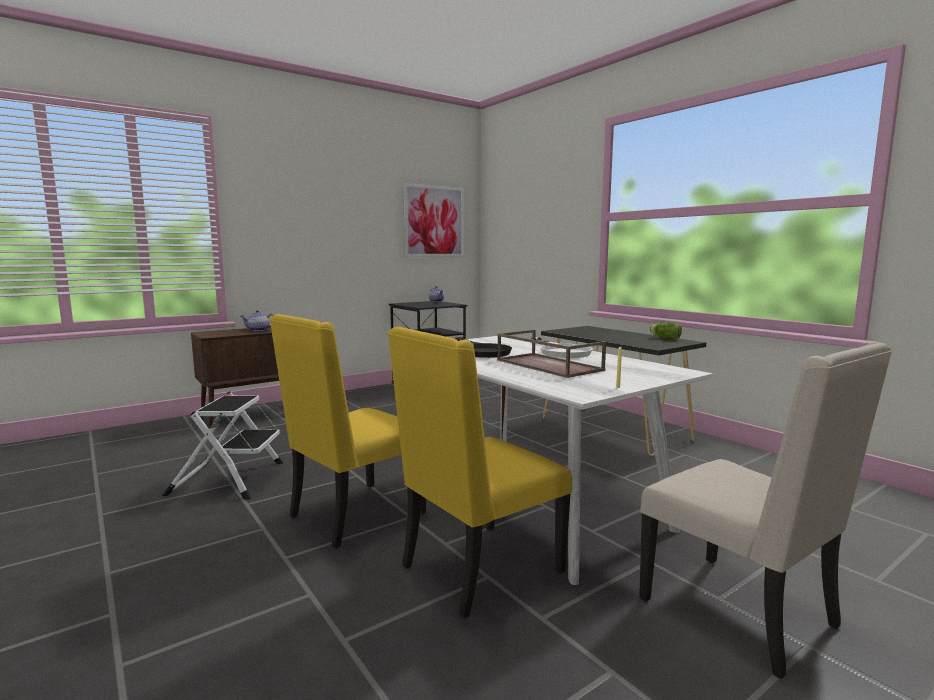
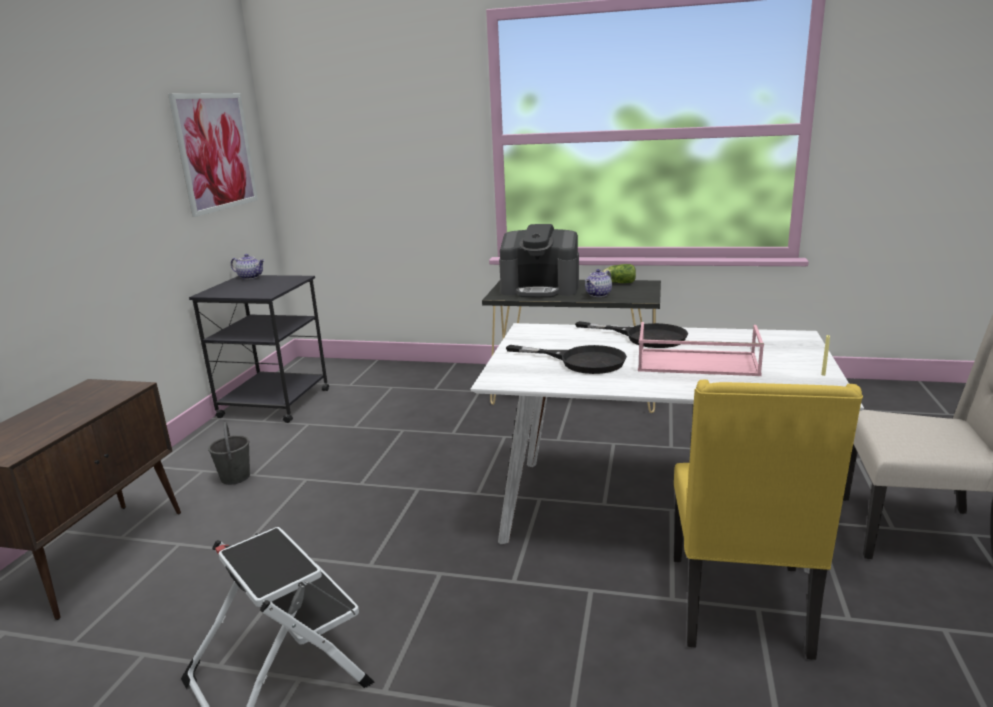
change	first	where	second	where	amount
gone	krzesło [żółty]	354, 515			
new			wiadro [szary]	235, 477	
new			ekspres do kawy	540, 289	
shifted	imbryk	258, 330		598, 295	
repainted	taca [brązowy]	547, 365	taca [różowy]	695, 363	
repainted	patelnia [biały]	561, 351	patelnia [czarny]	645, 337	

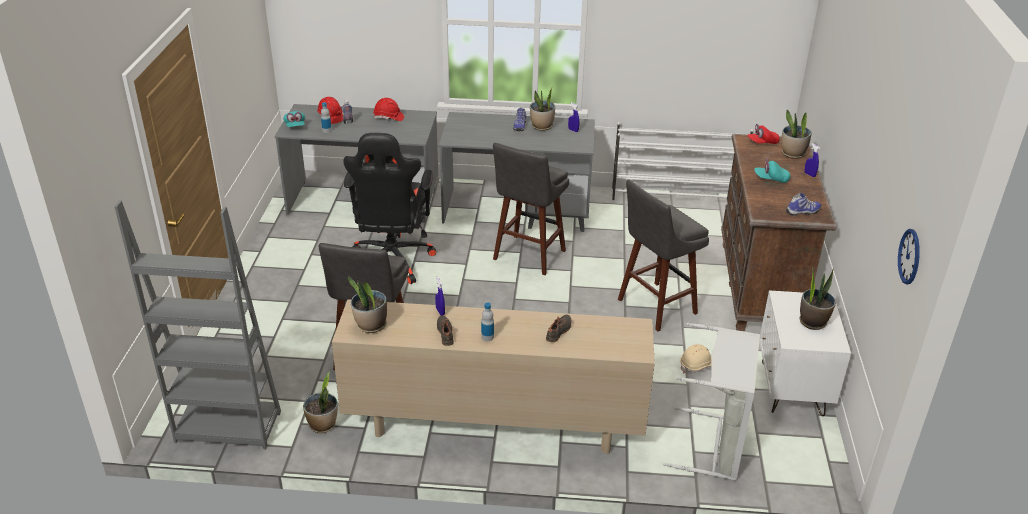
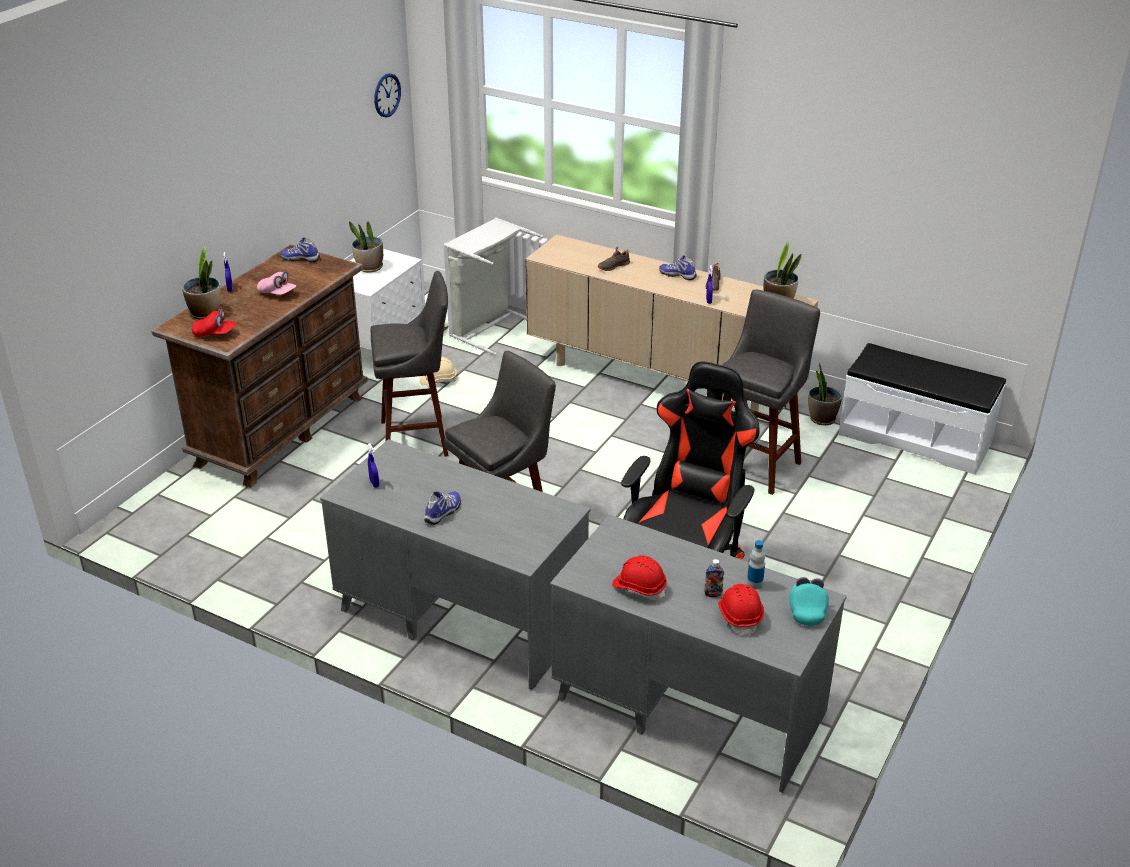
change	first	where	second	where	amount
gone	roślina doniczkowa	542, 126			
gone	regał na buty [biały]	677, 199			
swapped	regał [szary]	228, 427	ławka [biały]	915, 438	
swapped	butelka	487, 337	but	678, 275	
repainted	czapka z daszkiem [turkusowy]	771, 179	czapka z daszkiem [różowy]	277, 293	

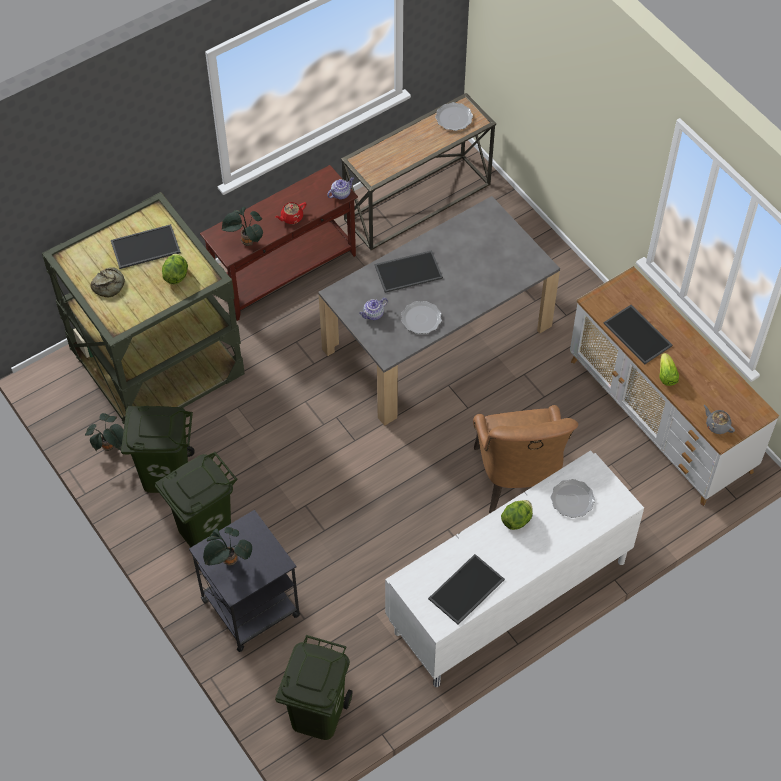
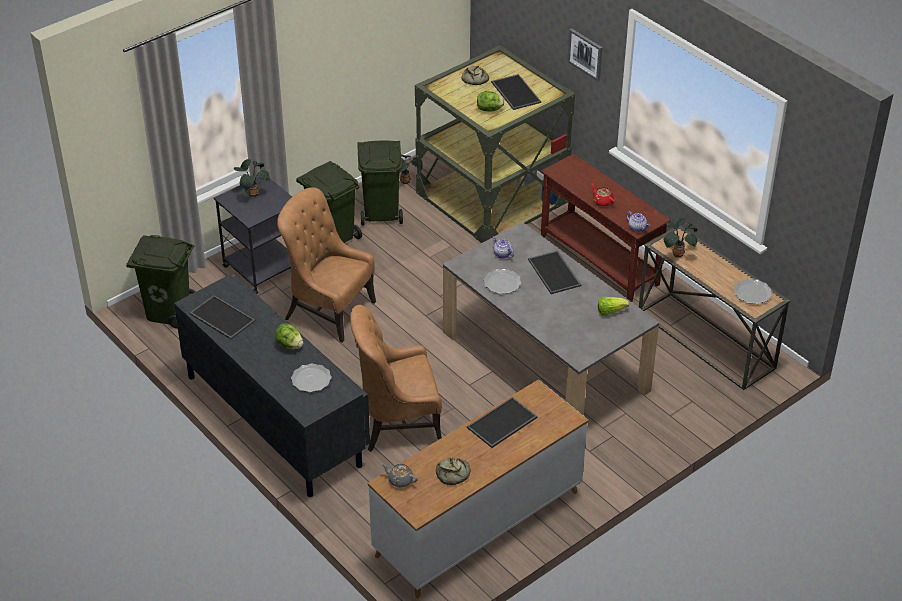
change	first	where	second	where	amount
new			krzesło [brązowy]	328, 310	
new			chleb	453, 474	
new			obraz	585, 54	
shifted	roślina doniczkowa	246, 242		677, 253	
shifted	sałata	666, 375		610, 311	
repainted	szafka [biały]	508, 594	szafka [czarny]	275, 418	
rotated	imbryk [szary]	717, 425		400, 480	105 degrees counterclockwise

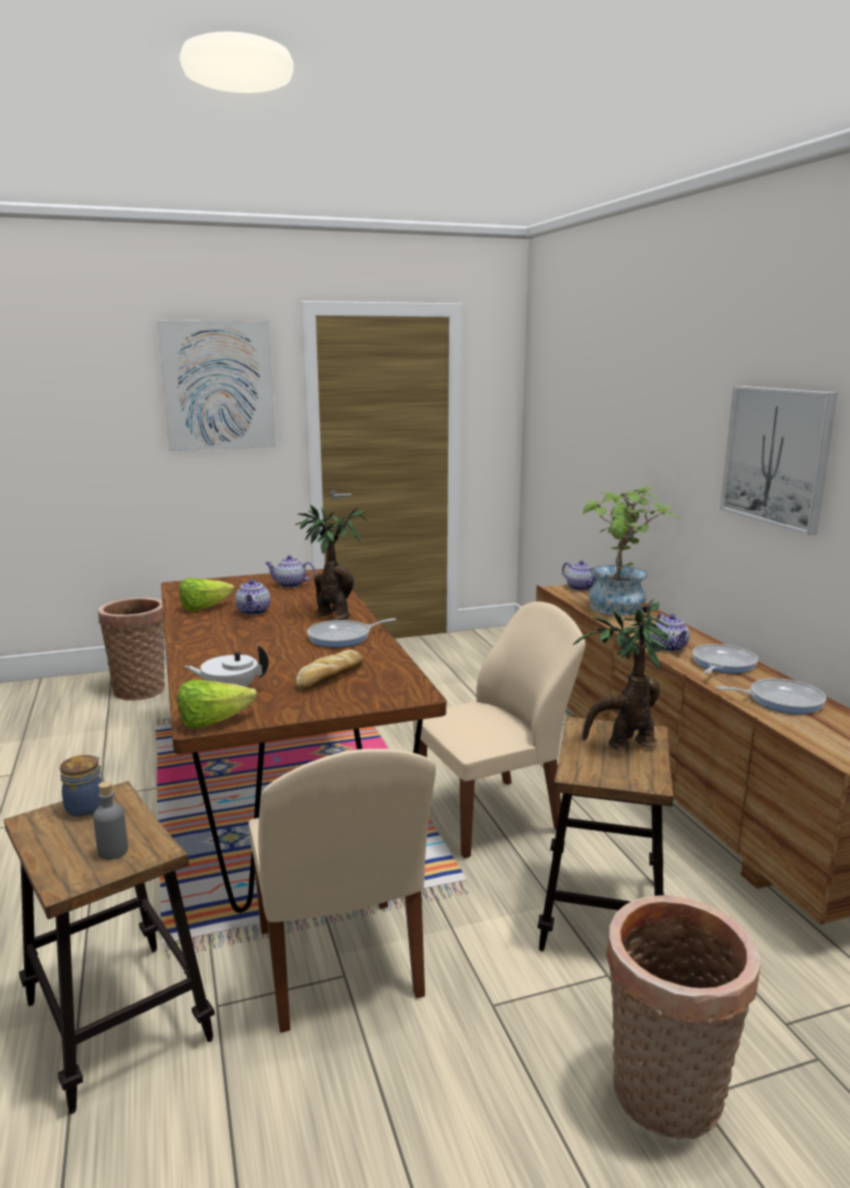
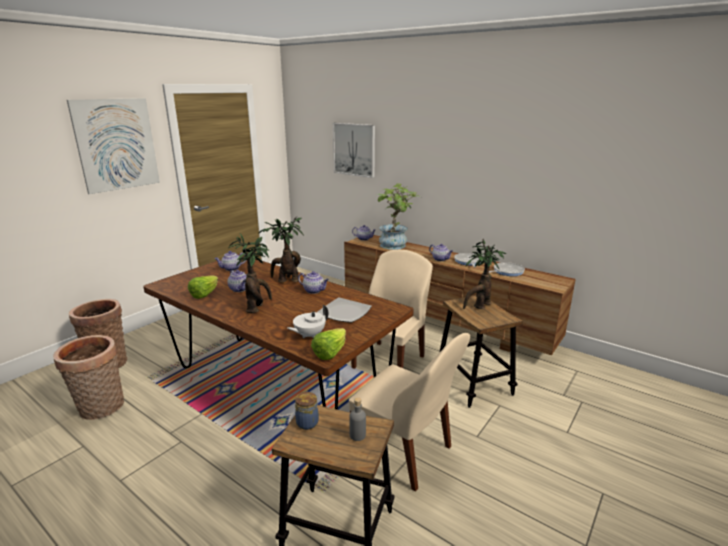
change	first	where	second	where	amount
new			roślina doniczkowa	257, 307	
shifted	koszyk	665, 1099		101, 409	
shifted	obraz	777, 456		354, 149	
swapped	chleb	329, 677	talerz	344, 312	
swapped	patelnia	343, 637	imbryk	314, 291	

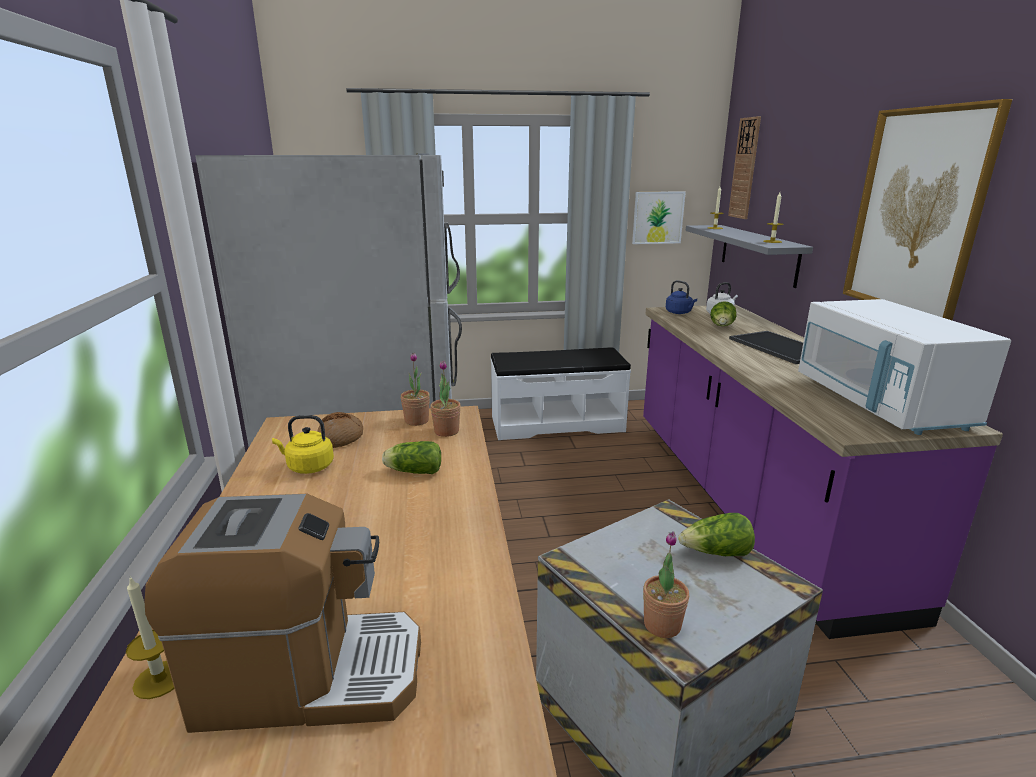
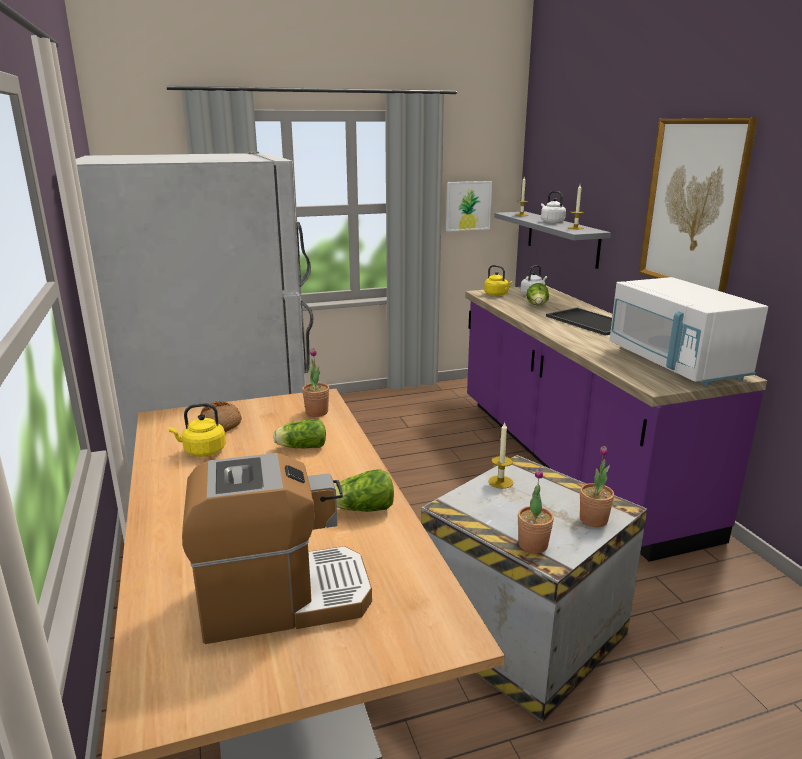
change	first	where	second	where	amount
gone	ławka [biały]	556, 423			
gone	zegar ścienny	745, 168			
new			czajnik [biały]	551, 221	
shifted	świeca	159, 679		500, 482	
shifted	roślina doniczkowa	416, 421		593, 520	
shifted	sałata	716, 553		362, 510	
repainted	czajnik [niebieski]	679, 313	czajnik [żółty]	497, 294	

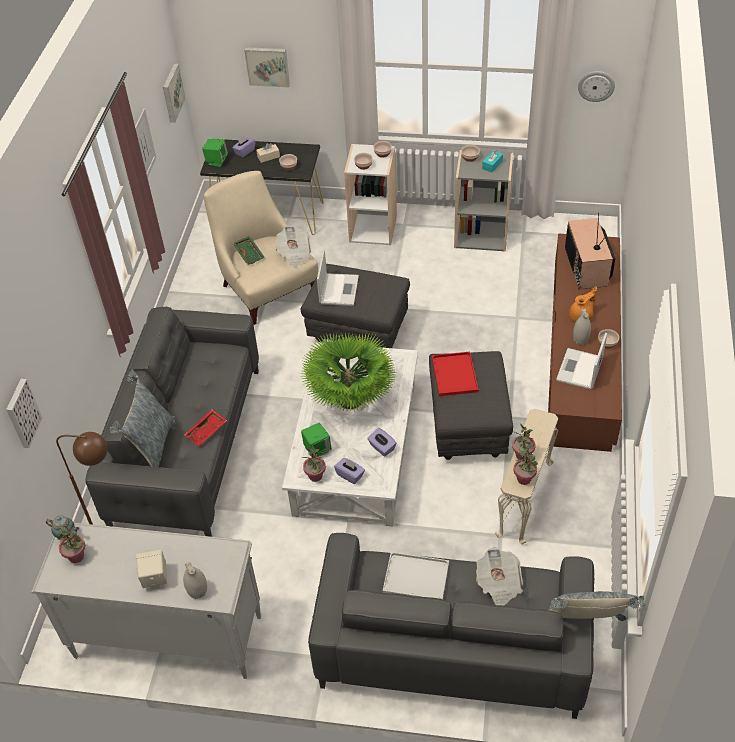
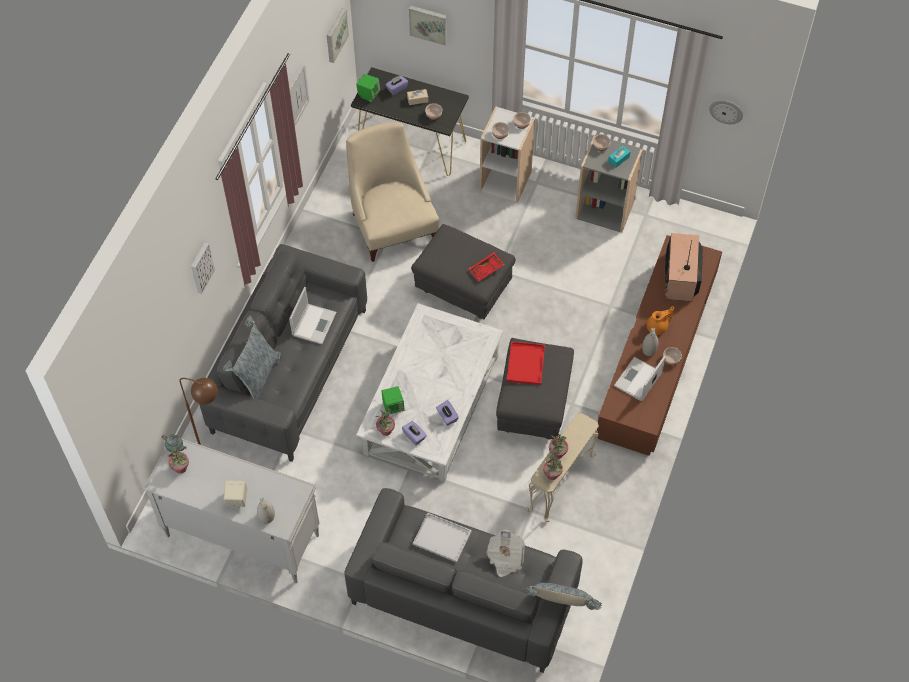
change	first	where	second	where	amount
gone	taca [zielony]	249, 253			
gone	gazeta	294, 254			
gone	roślina doniczkowa	350, 400			
shifted	obraz	21, 413		201, 267	
shifted	taca [czerwony]	207, 431		486, 270	
shifted	laptop	339, 289		314, 323	

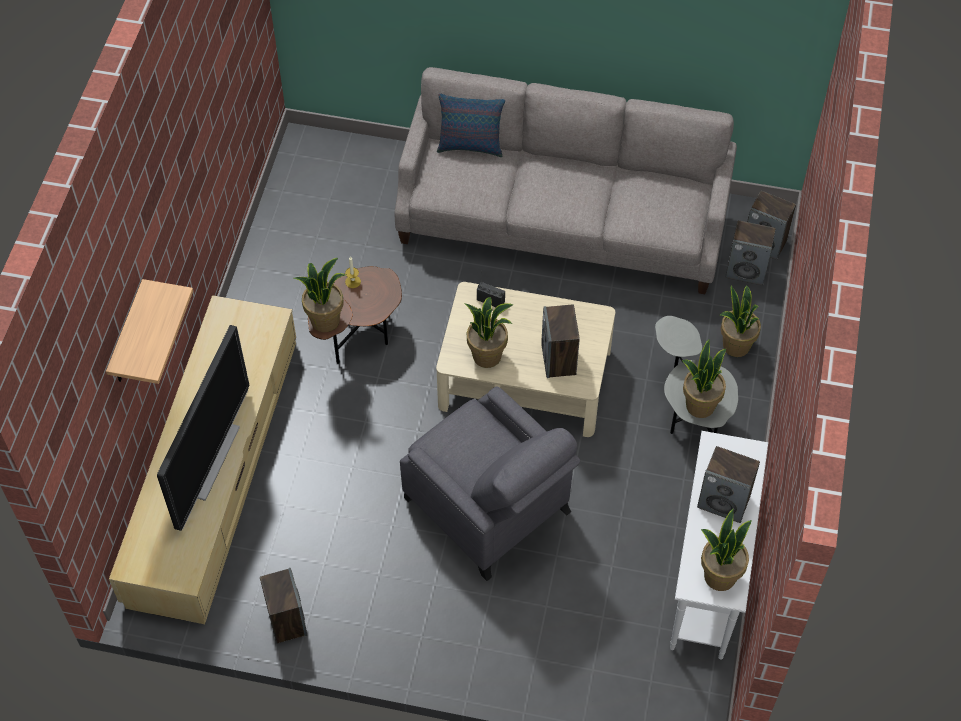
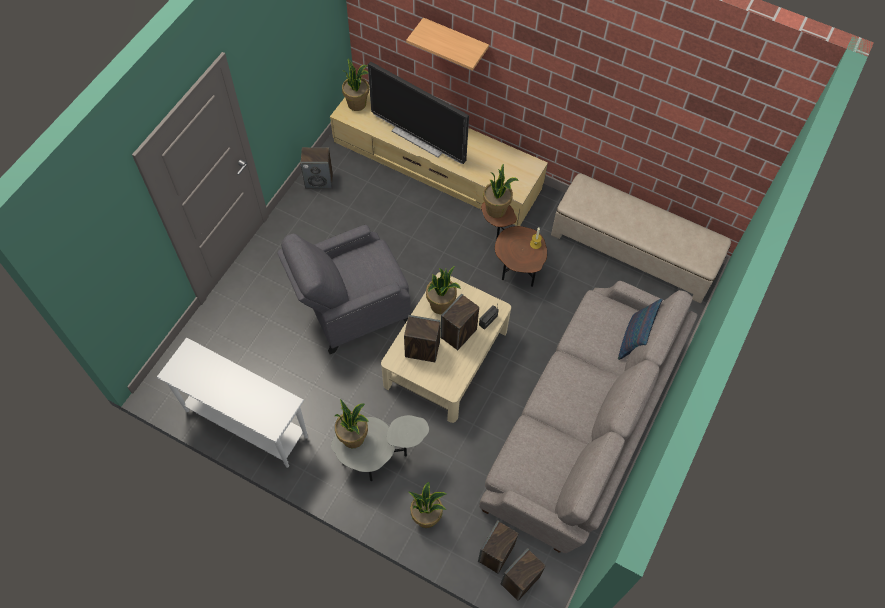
change	first	where	second	where	amount
new			ławka [beżowy]	635, 249	
shifted	głośnik	724, 502		458, 334	
shifted	roślina doniczkowa	719, 576		357, 103	

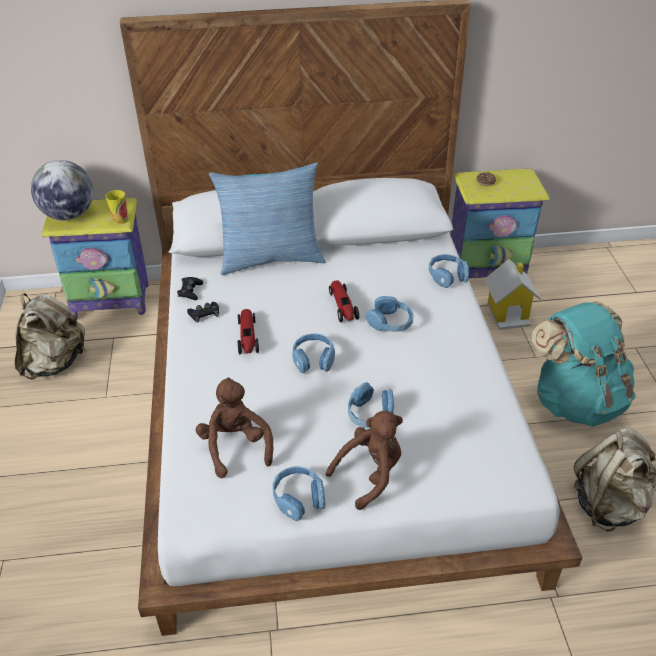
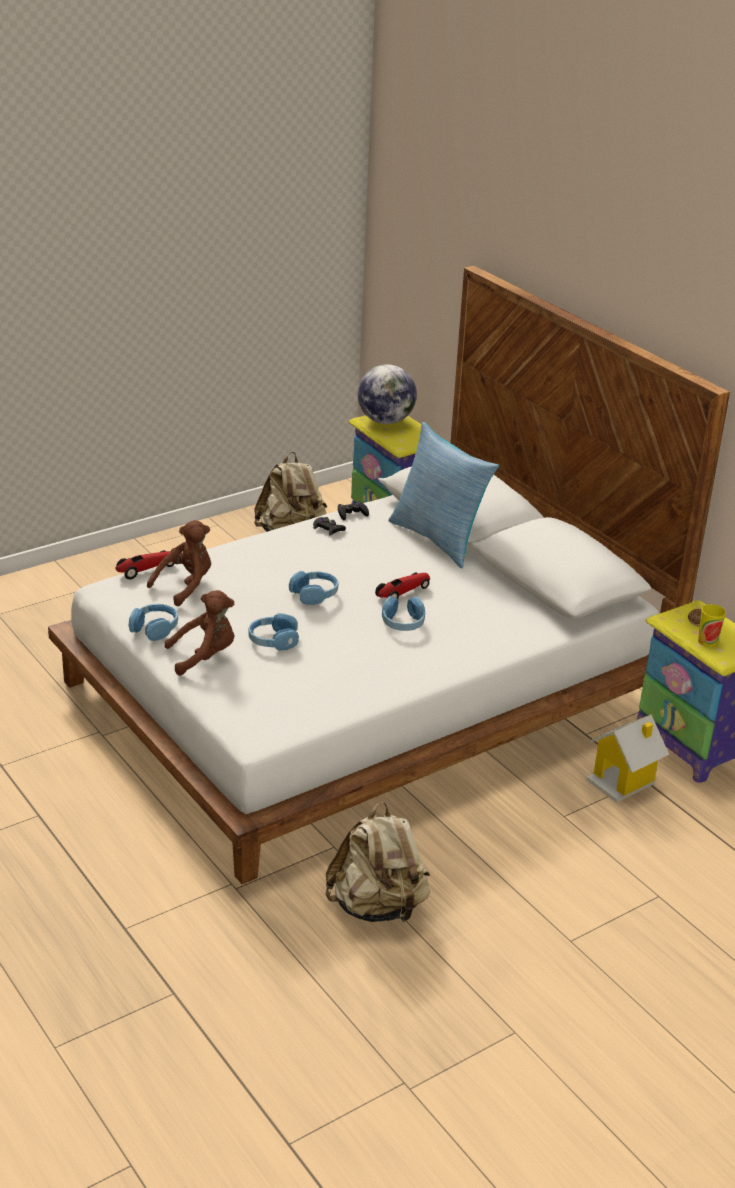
change	first	where	second	where	amount
gone	słuchawki [niebieski]	447, 276			
gone	plecak [turkusowy]	576, 400			
shifted	filiżanka	120, 220		707, 642	
shifted	samochodzik	248, 337		146, 569	
rotated	pluszak [brązowy]	370, 474		204, 656	45 degrees counterclockwise

